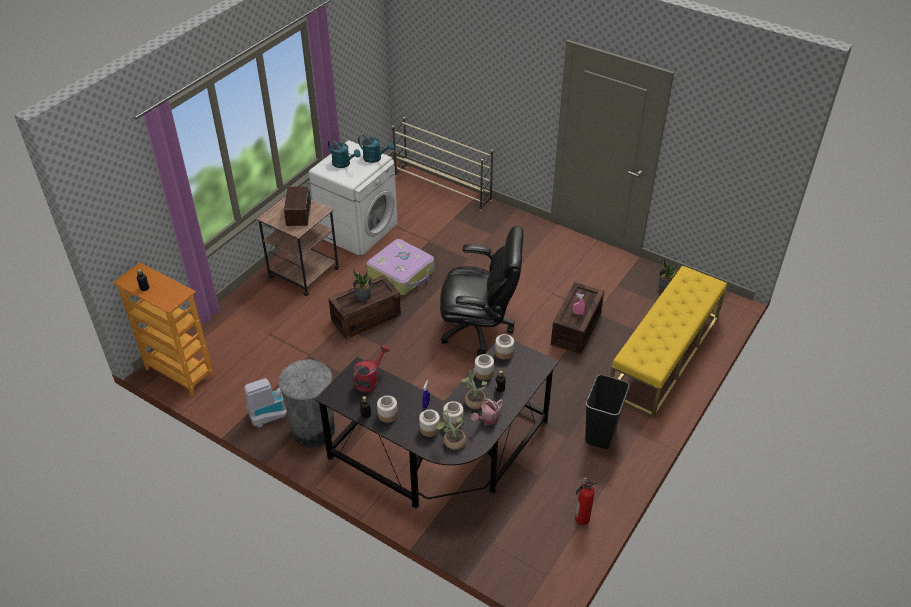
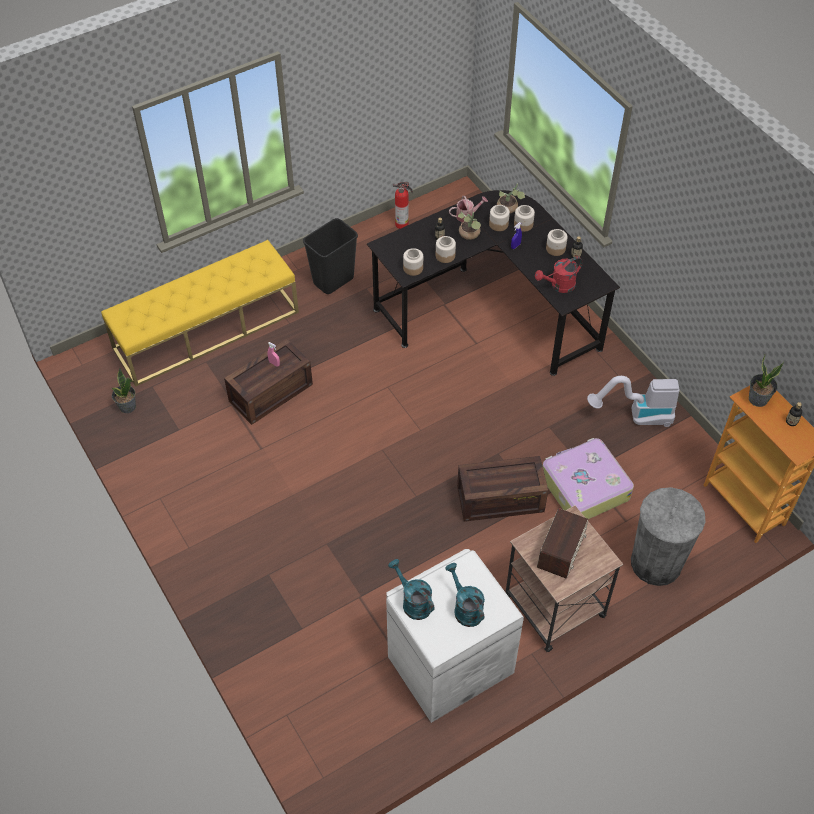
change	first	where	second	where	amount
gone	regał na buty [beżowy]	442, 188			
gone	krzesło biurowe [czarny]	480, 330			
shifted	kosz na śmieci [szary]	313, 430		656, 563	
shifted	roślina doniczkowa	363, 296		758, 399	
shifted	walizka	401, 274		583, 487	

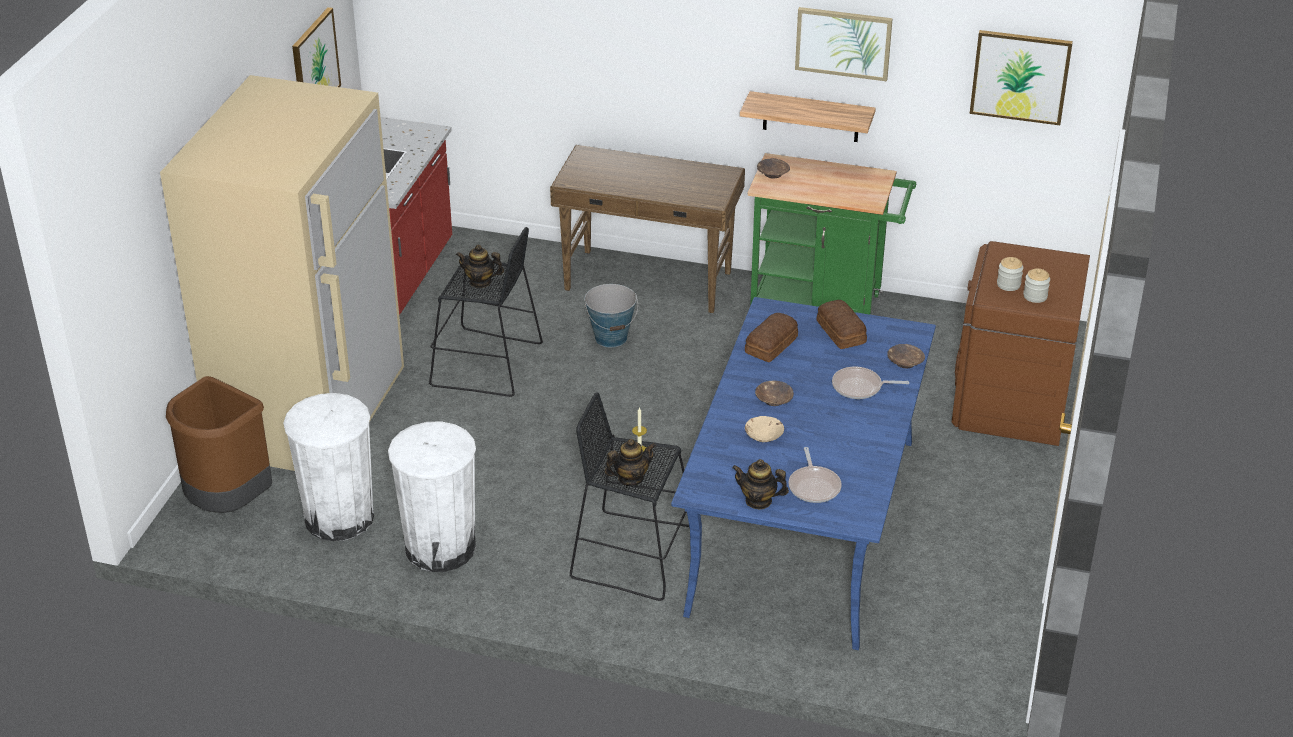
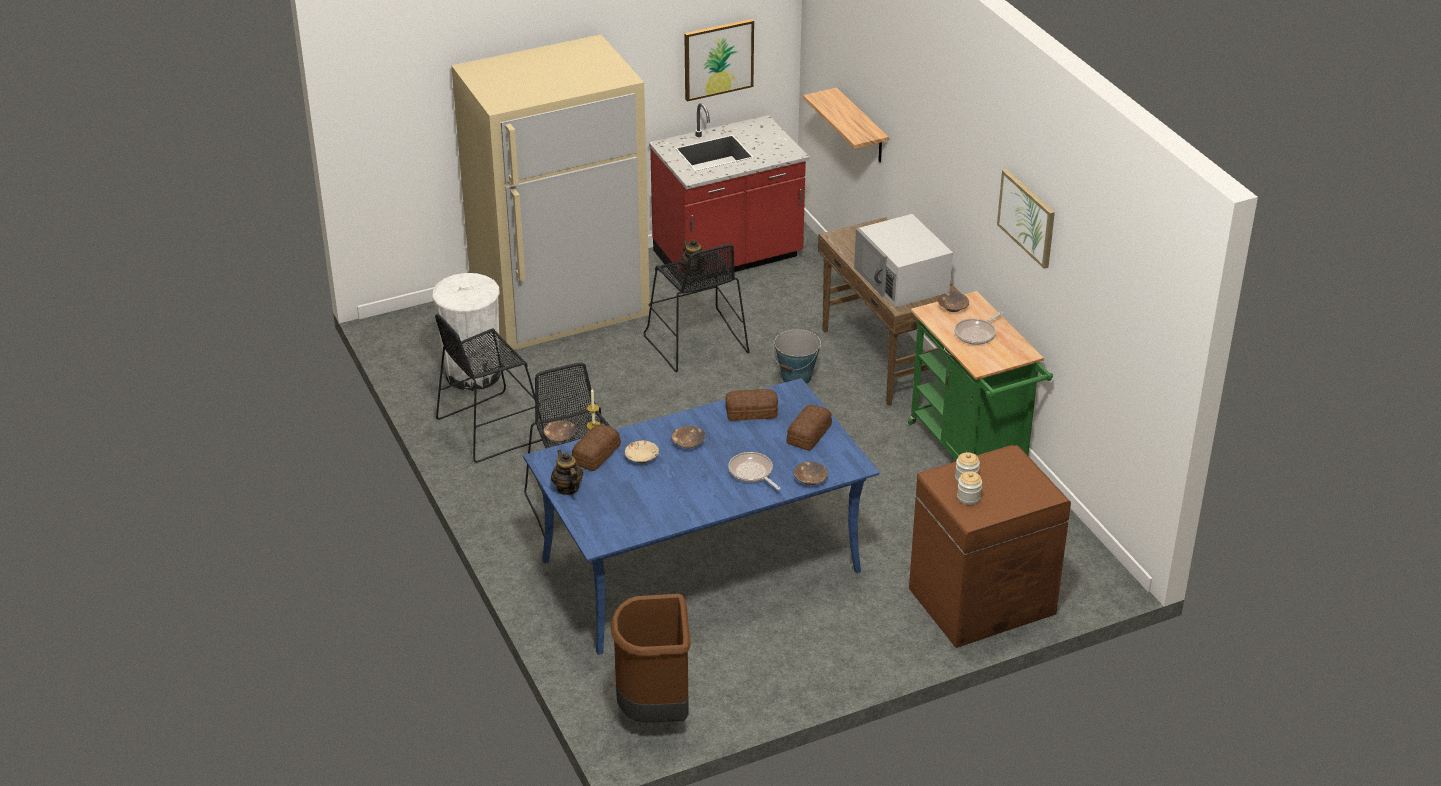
change	first	where	second	where	amount
gone	obraz	1020, 76			
new			chleb	594, 454	
new			mikrofalówka [biały]	902, 280	
shifted	kosz na śmieci [brązowy]	228, 504		655, 712	
shifted	półka	811, 117		861, 127	
shifted	patelnia	814, 486		976, 334	
swapped	kosz na śmieci [biały]	440, 548	stołek [czarny]	491, 427	
swapped	imbryk	630, 478	miska [brązowy]	560, 436	

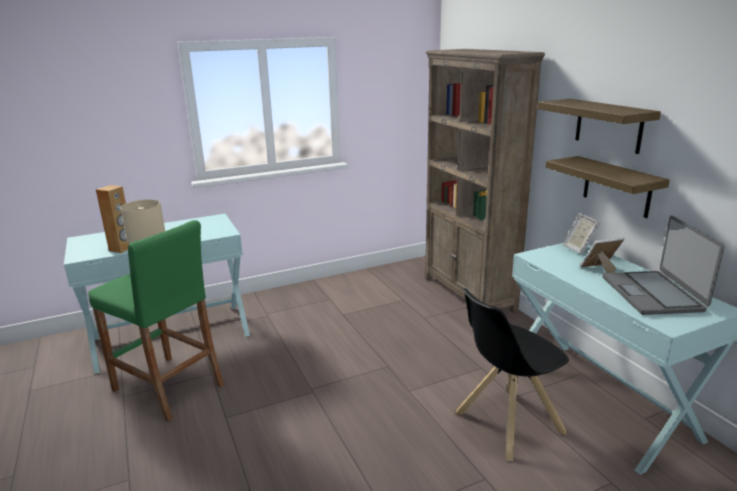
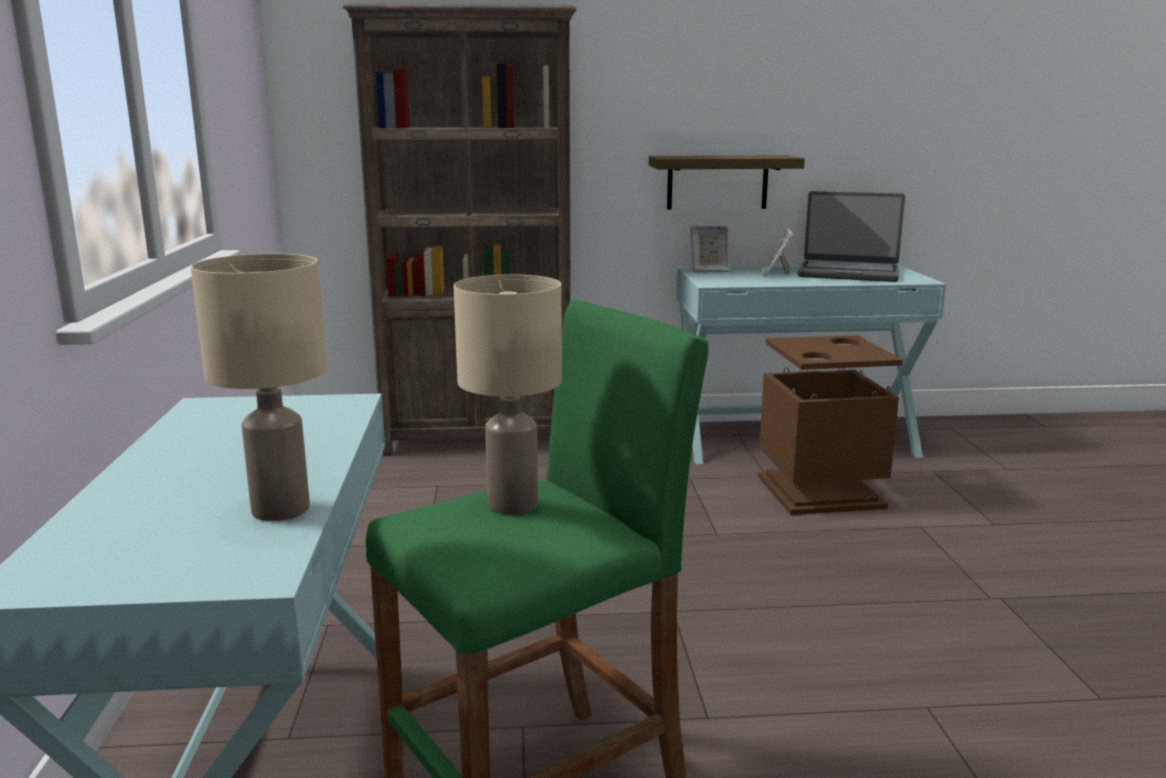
change	first	where	second	where	amount
gone	półka	608, 125			
swapped	głośnik [brązowy]	122, 249	lampa stołowa [beżowy]	279, 509	
swapped	krzesło [czarny]	506, 423	kosz na śmieci [brązowy]	819, 492	

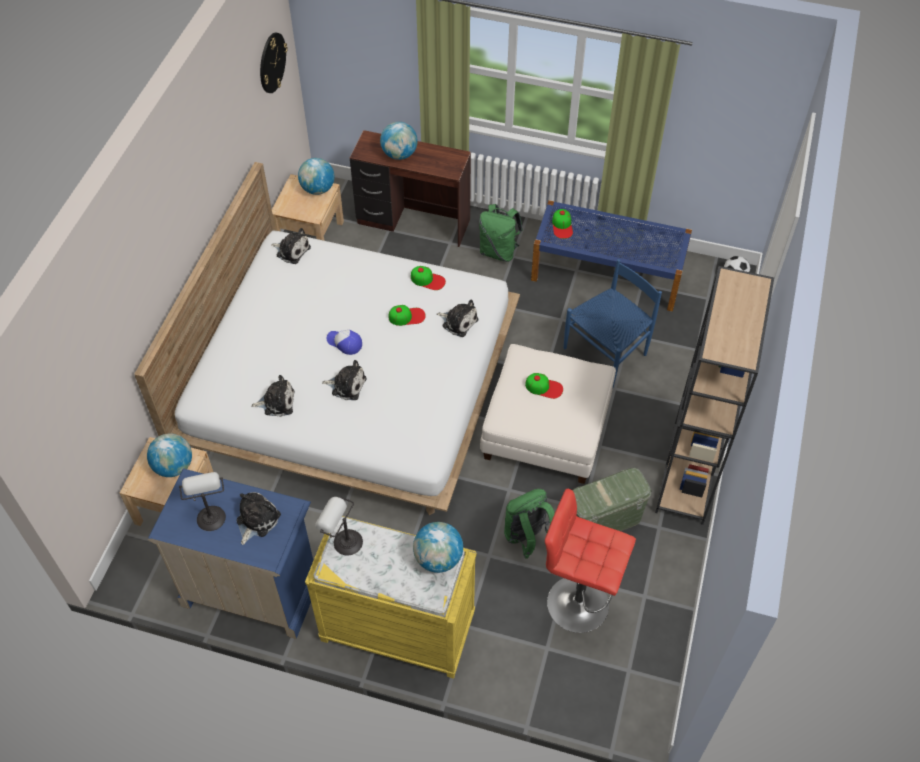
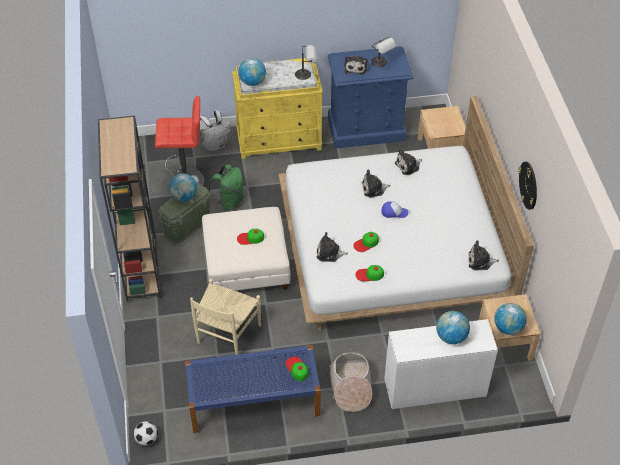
change	first	where	second	where	amount
new			plecak [biały]	215, 145	
shifted	globus	174, 466		184, 197	
shifted	zegar ścienny	272, 62		528, 185	
swapped	plecak [zielony]	498, 251	koszyk	350, 387	
repainted	biurko [brązowy]	413, 223	biurko [biały]	434, 386	
repainted	krzesło [niebieski]	607, 353	krzesło [beżowy]	227, 334	

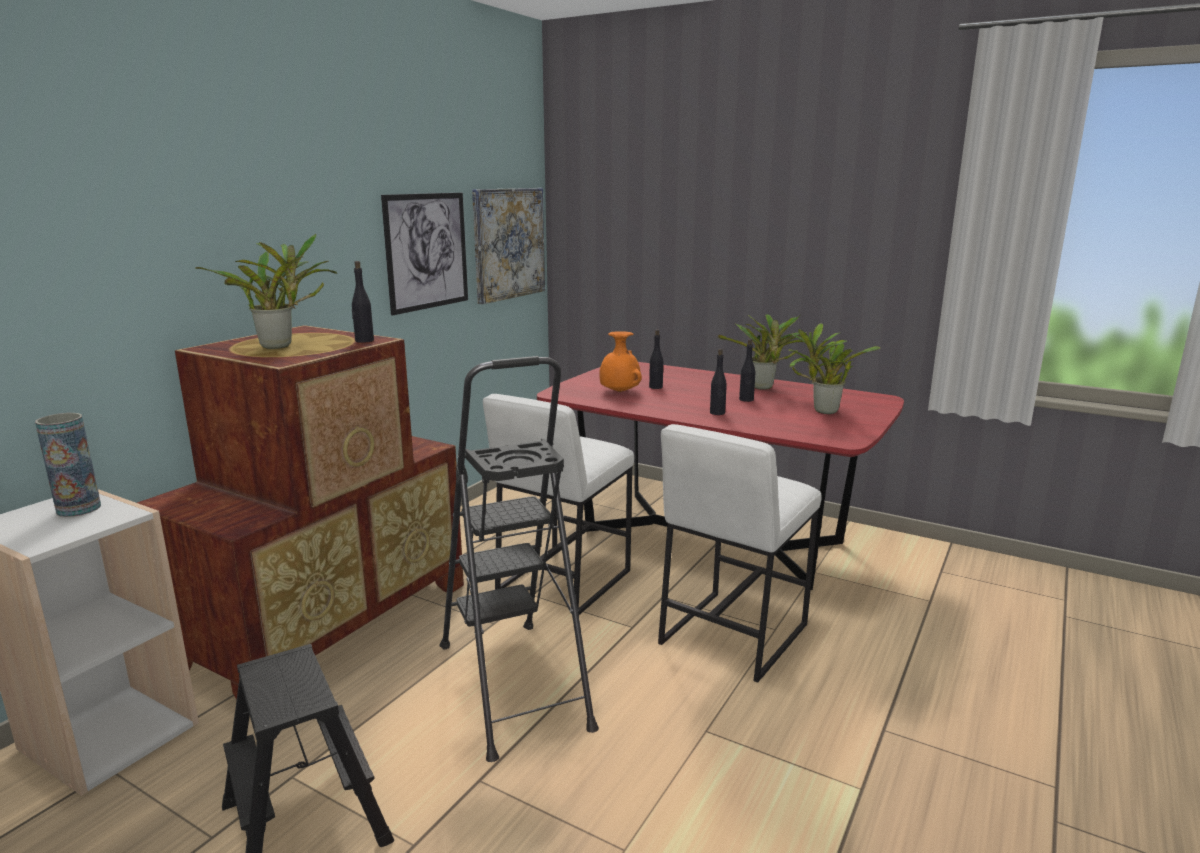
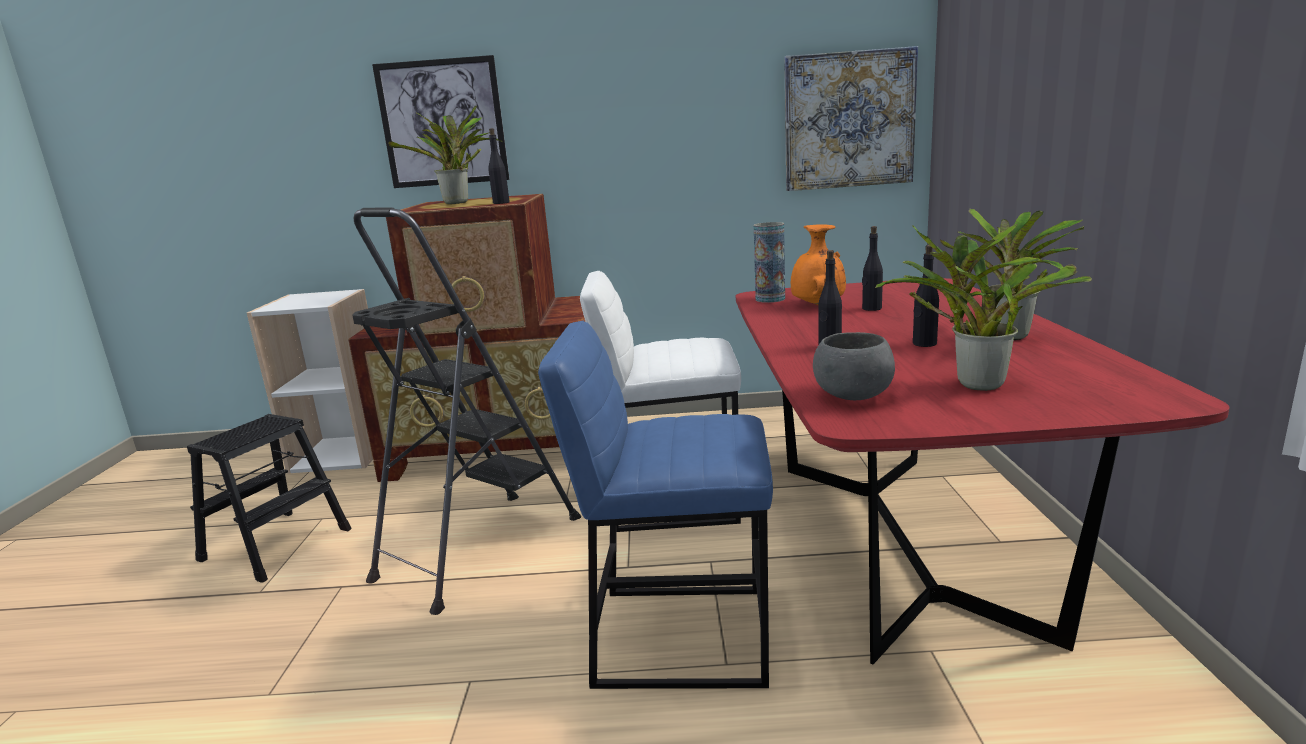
change	first	where	second	where	amount
new			miska [szary]	852, 396	
shifted	wazon	79, 509		770, 299	
shifted	obraz	427, 251		442, 123	
repainted	krzesło [biały]	732, 635	krzesło [niebieski]	677, 635	

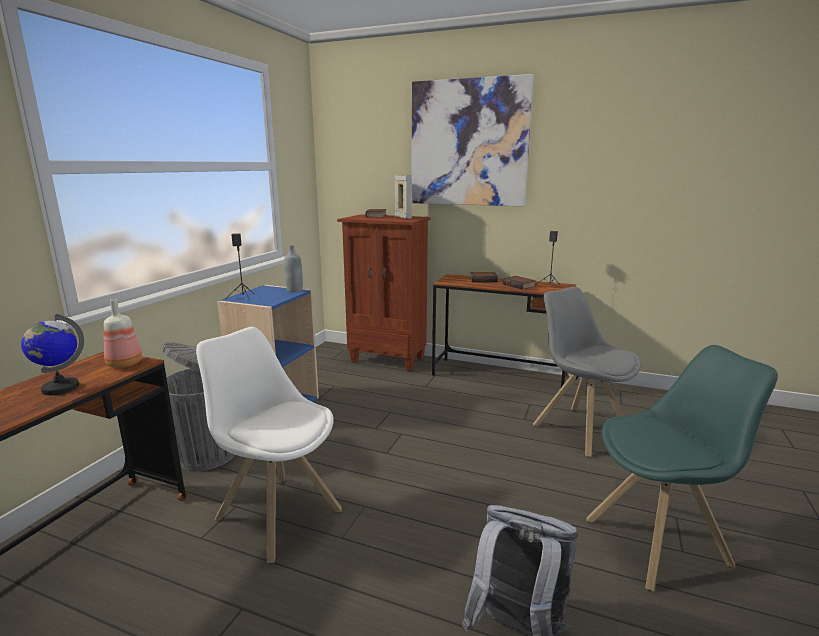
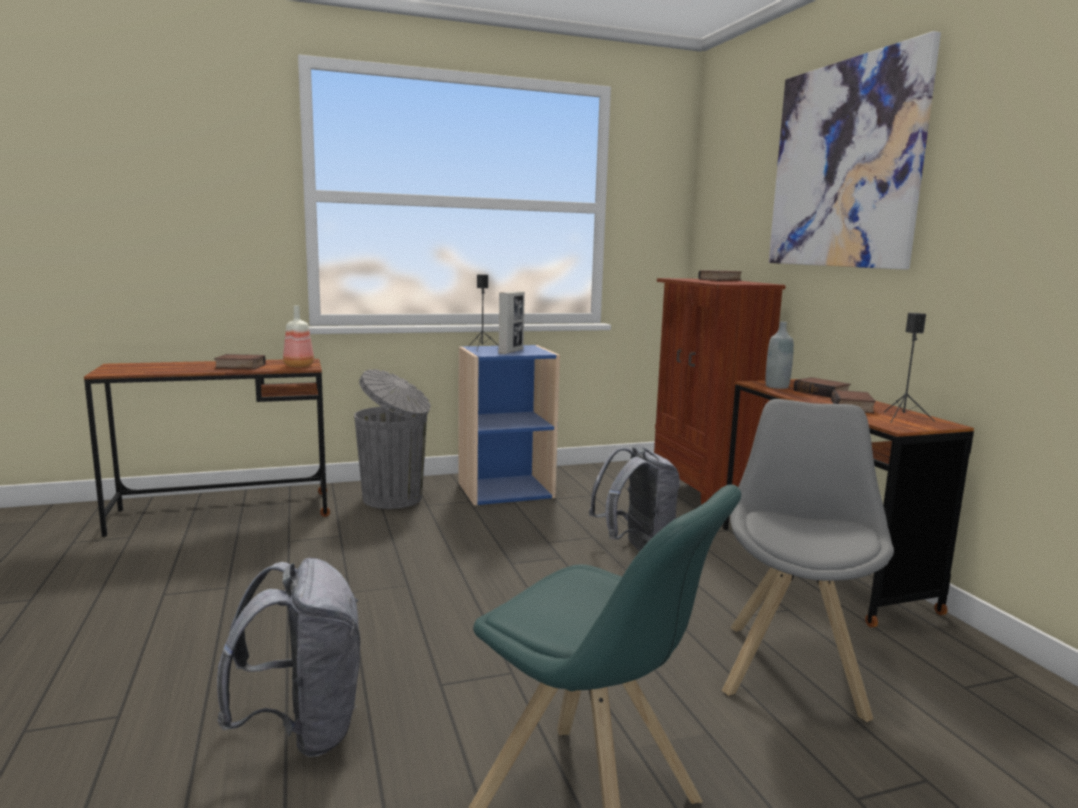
change	first	where	second	where	amount
gone	krzesło [biały]	277, 514			
new			plecak [szary]	636, 550	
shifted	butelka [szary]	294, 290		777, 386	
shifted	ramka na zdjęcie	403, 217		511, 351	
swapped	globus	60, 388	książka	239, 366	

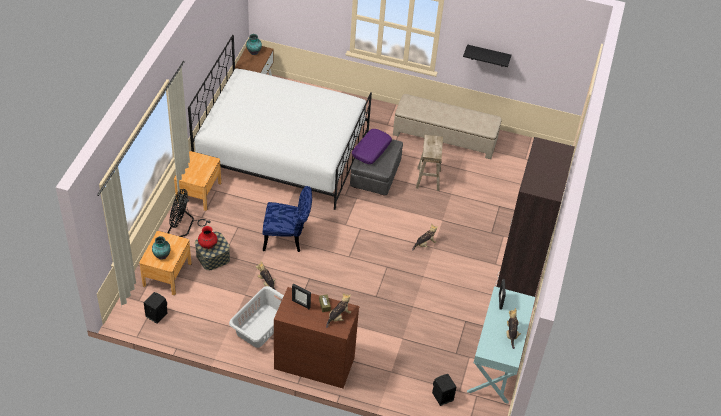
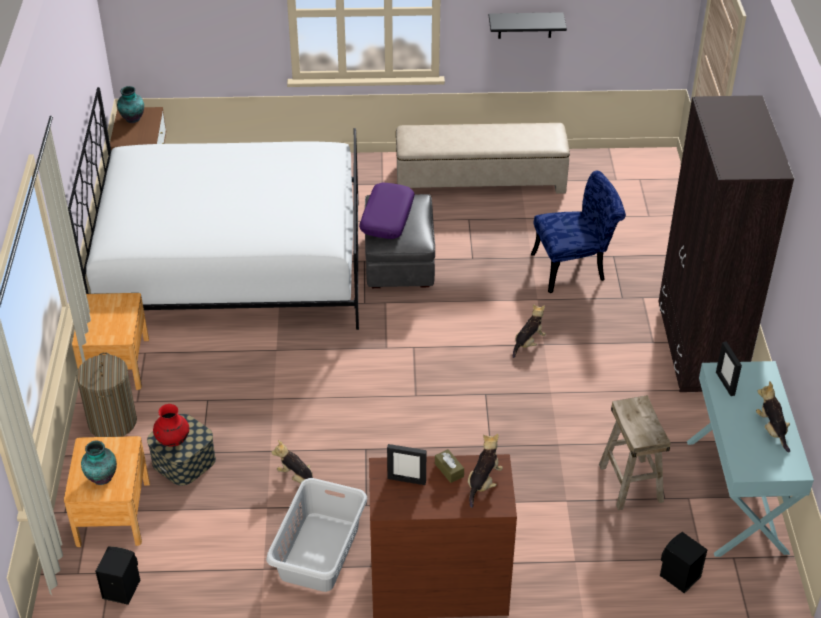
change	first	where	second	where	amount
shifted	krzesło [niebieski]	288, 238		574, 267	
shifted	stołek [beżowy]	428, 178		630, 483	
swapped	wentylator [czarny]	185, 225	kosz na pranie	112, 422	

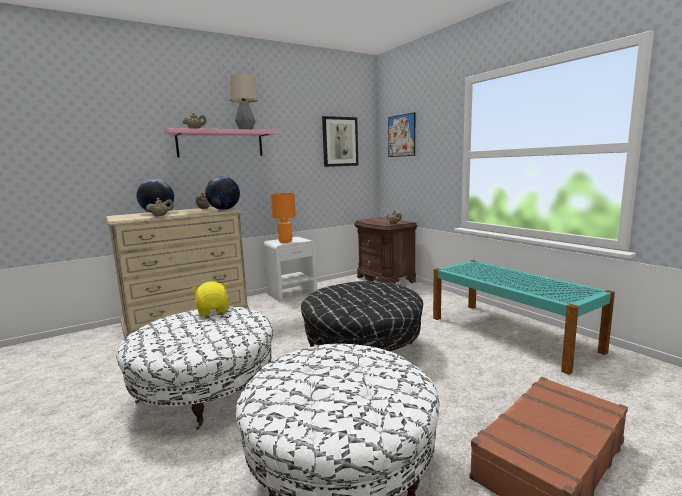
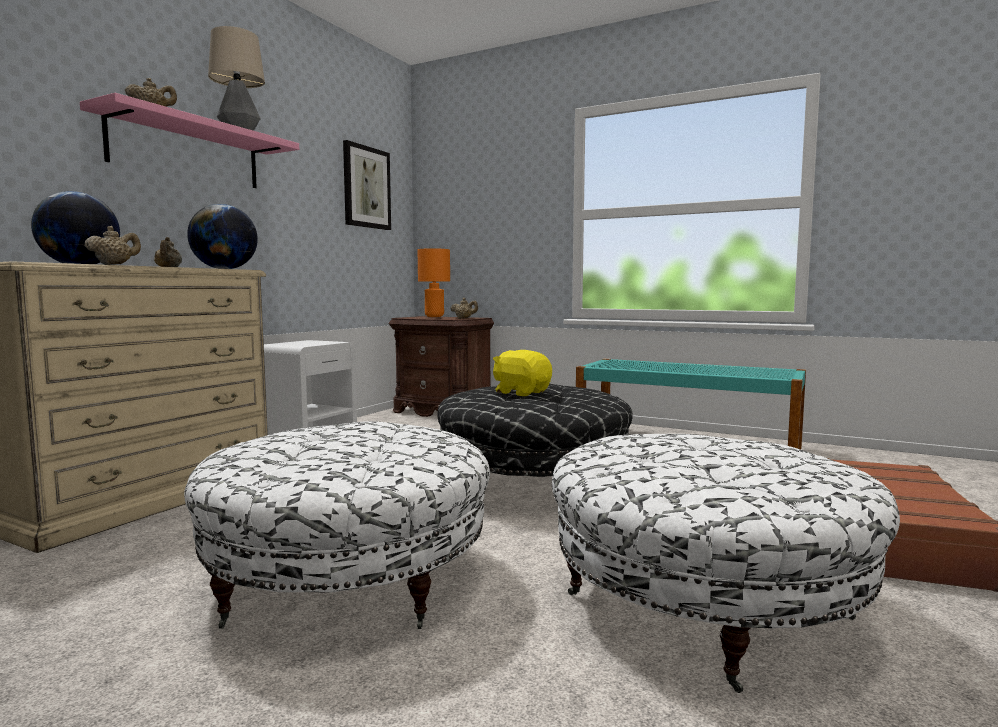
change	first	where	second	where	amount
gone	obraz	401, 135			
shifted	pluszak [żółty]	213, 311		521, 392	
shifted	lampa stołowa [pomarańczowy]	285, 242		434, 317	

